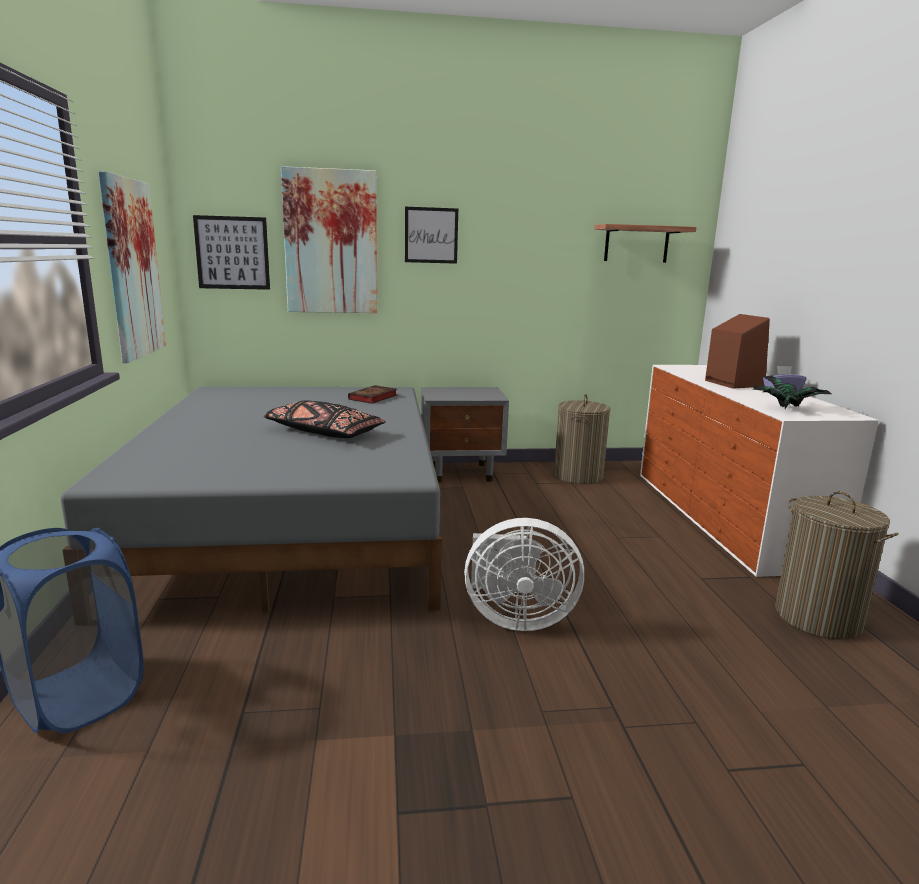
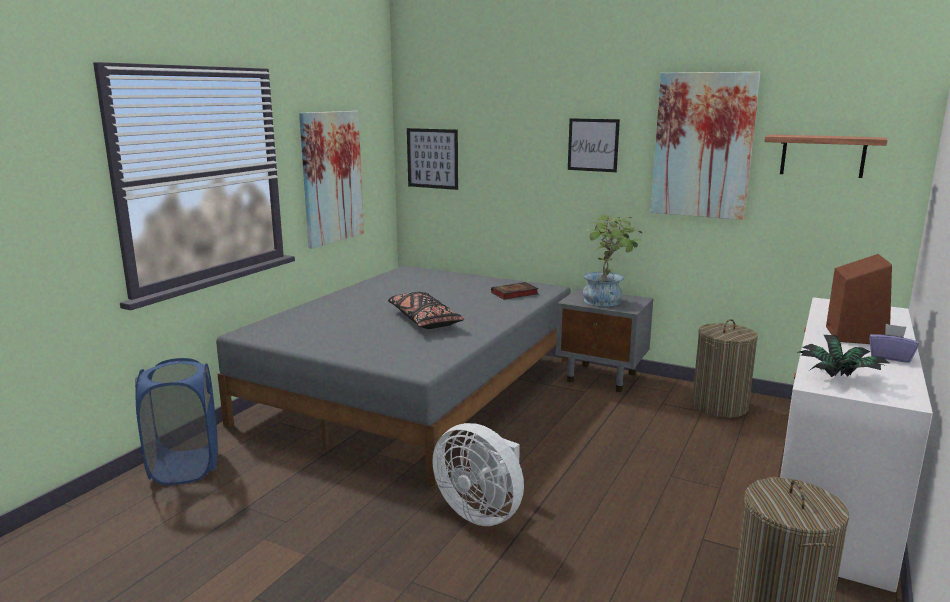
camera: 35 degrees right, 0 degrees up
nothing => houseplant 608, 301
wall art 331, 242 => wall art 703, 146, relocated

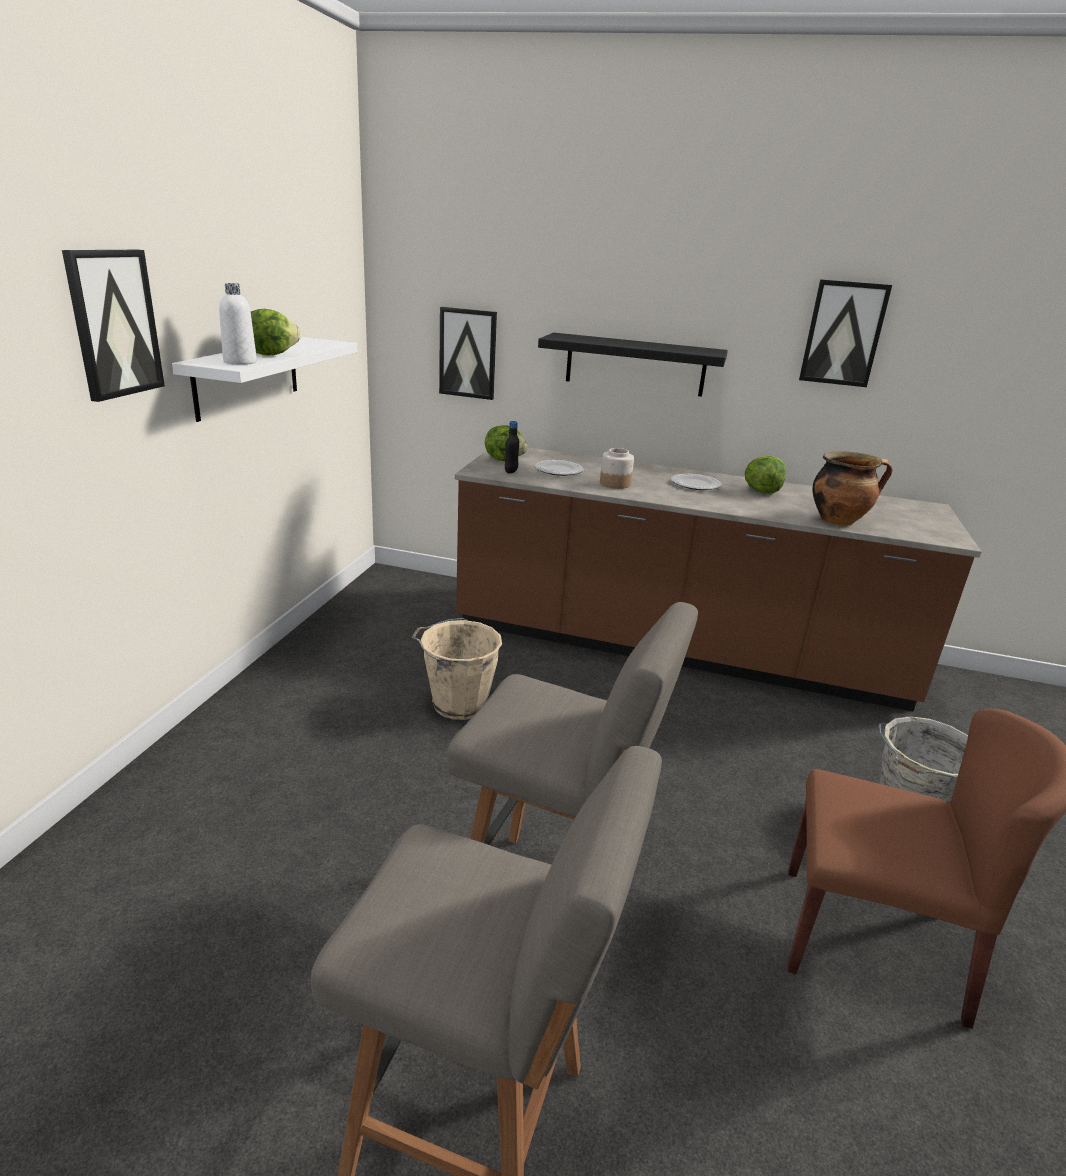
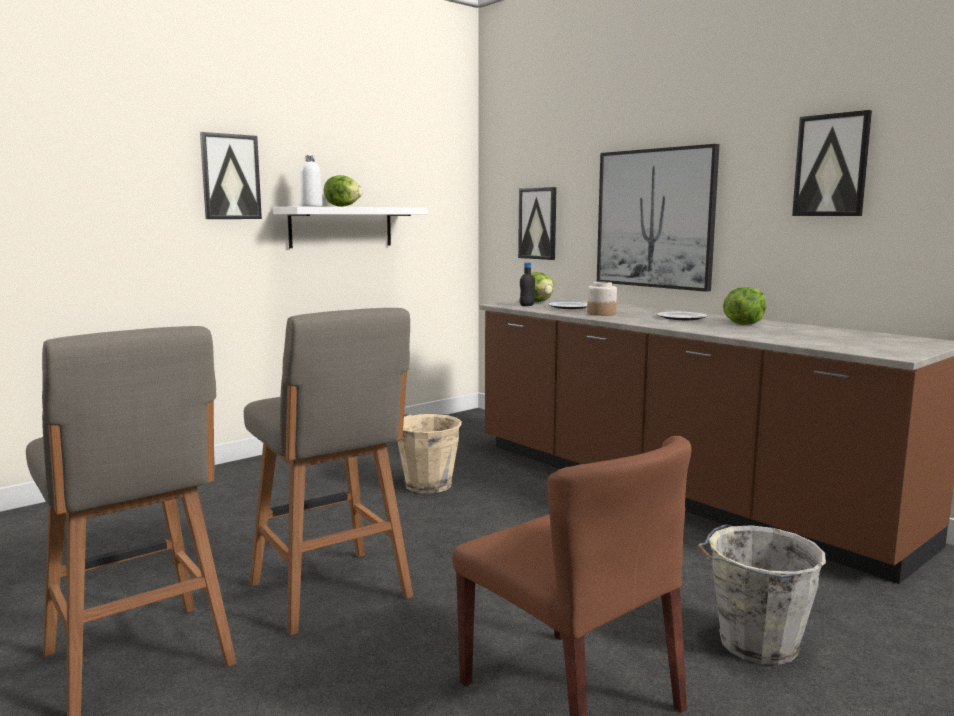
camera: 35 degrees right, 15 degrees down
cooking pot 839, 520 => nothing
blackish shelf 635, 365 => wall art 655, 218

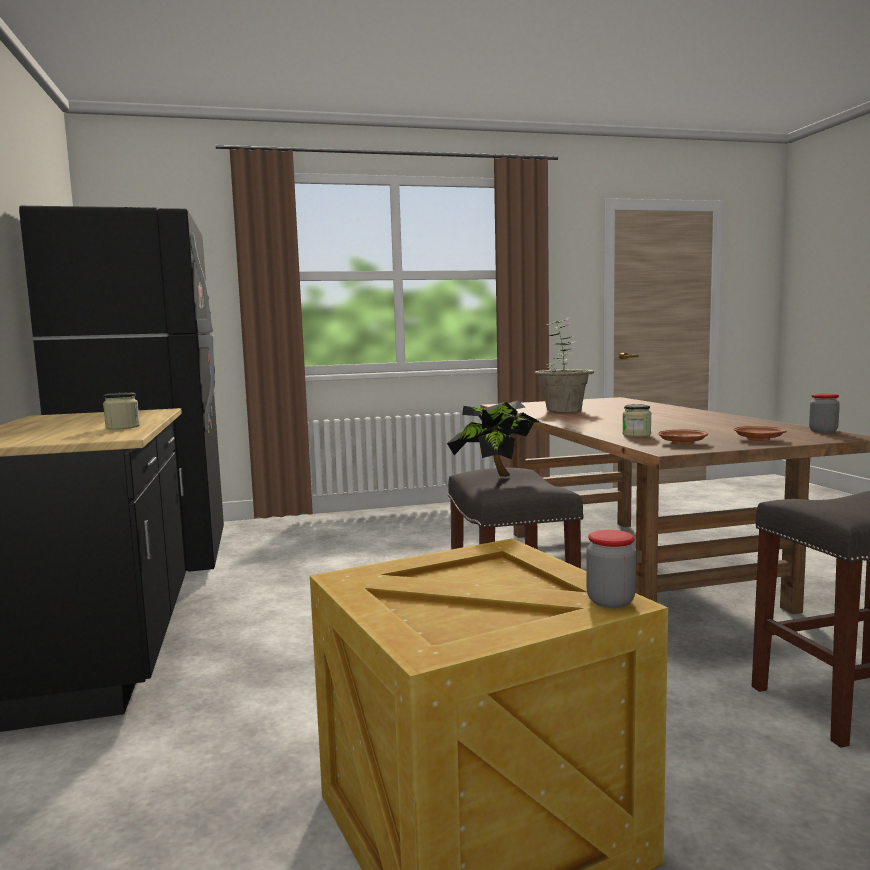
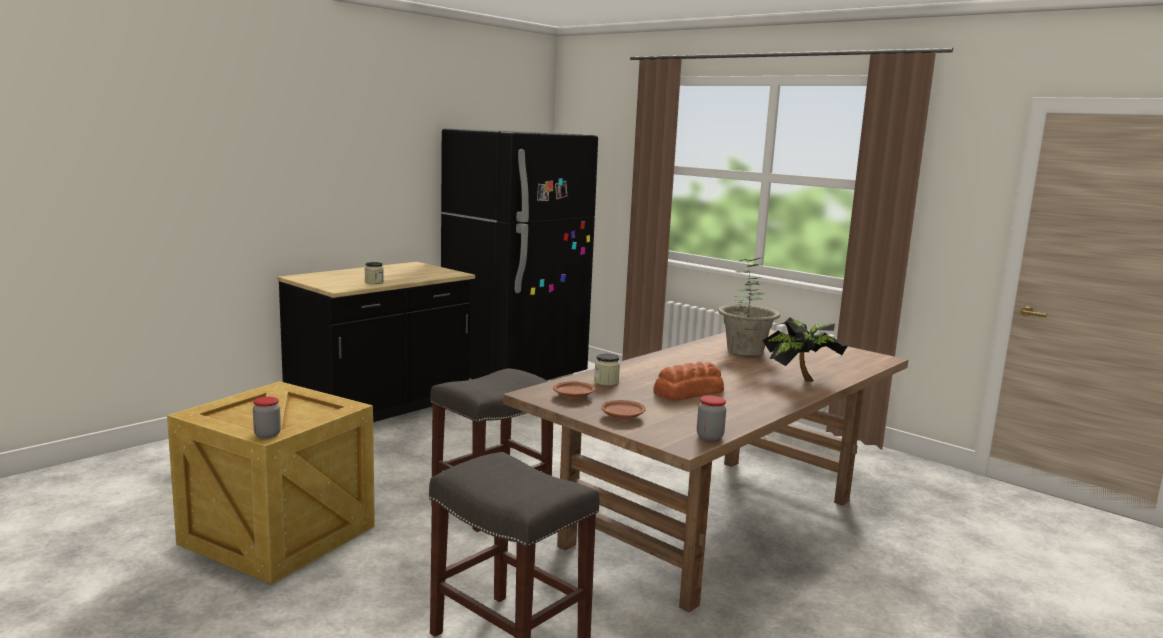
camera: 55 degrees right, 5 degrees up
nothing => bread 687, 392
houseplant 496, 477 => houseplant 798, 379, relocated

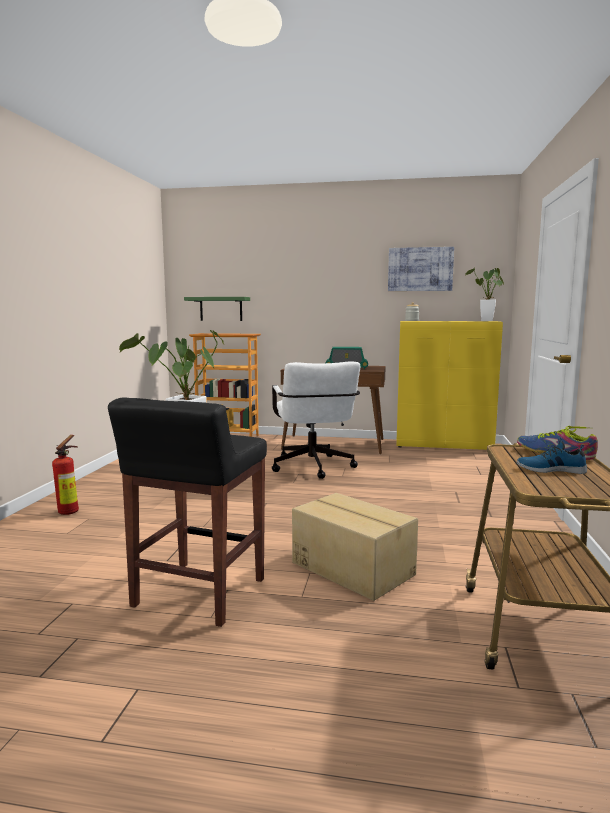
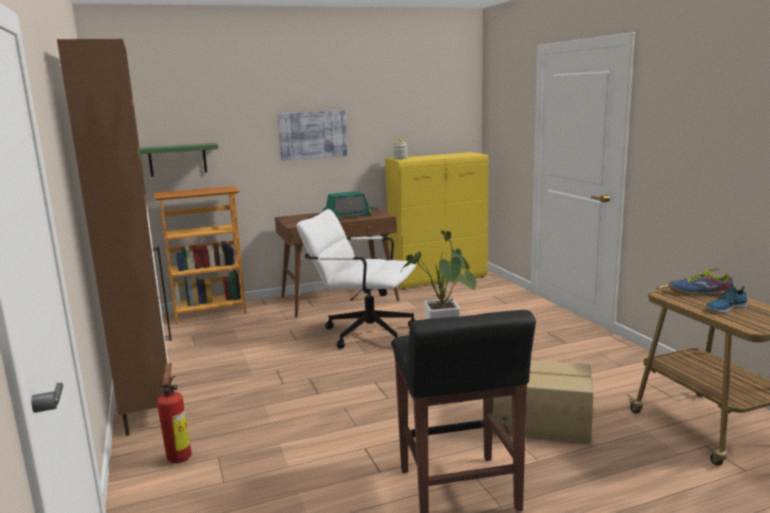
camera: 30 degrees left, 5 degrees up
houseplant 486, 321 => nothing
nothing => brownish cupboard 148, 407
wall art 420, 269 => wall art 312, 135, relocated
white-coloured desk chair 313, 469 => white-coloured desk chair 362, 332, 150 degrees clockwise

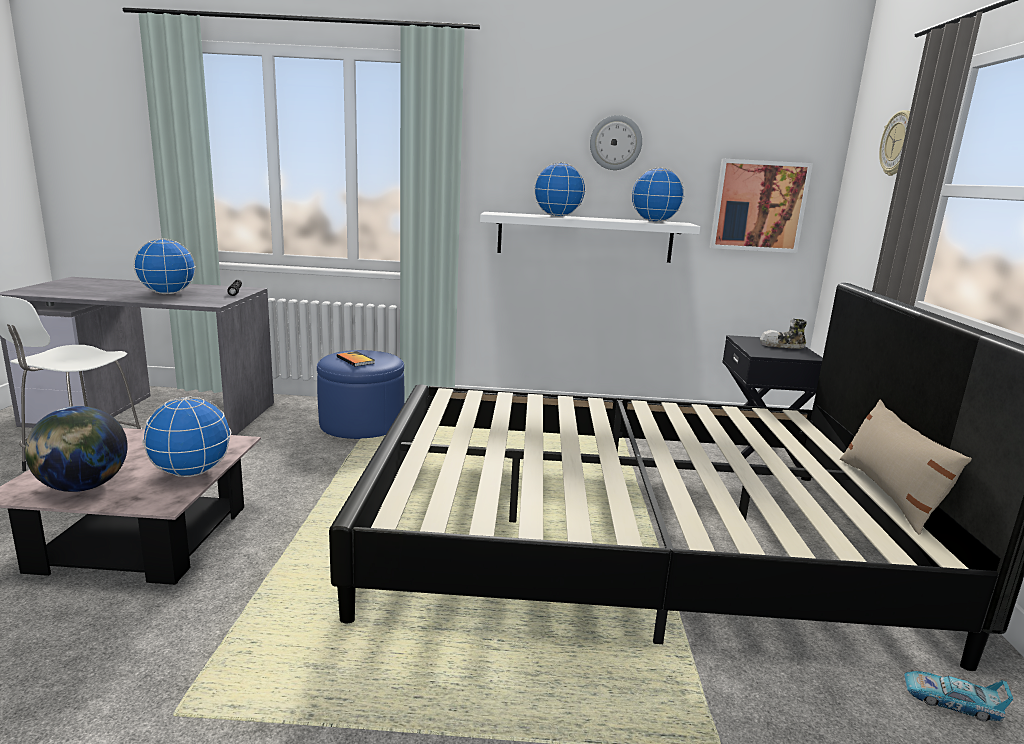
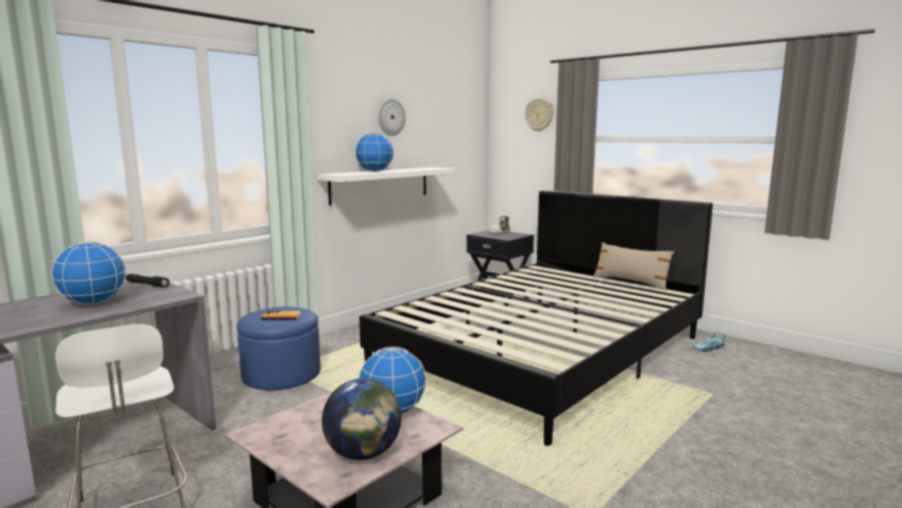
camera: 50 degrees left, 5 degrees down
globe 654, 222 => nothing
wall art 758, 206 => nothing

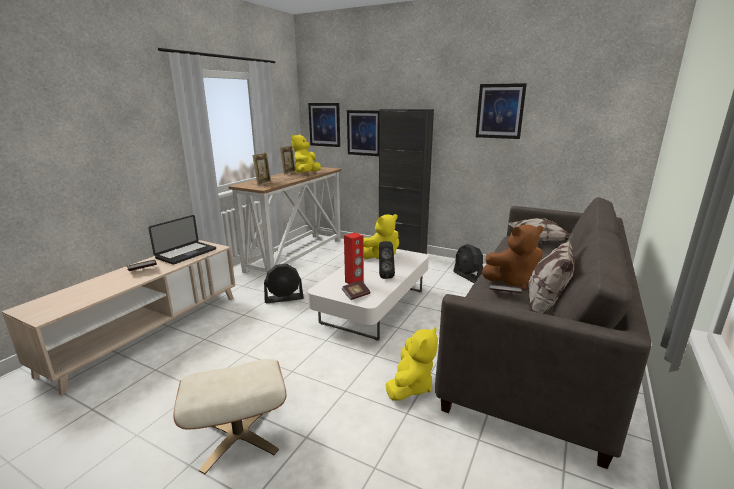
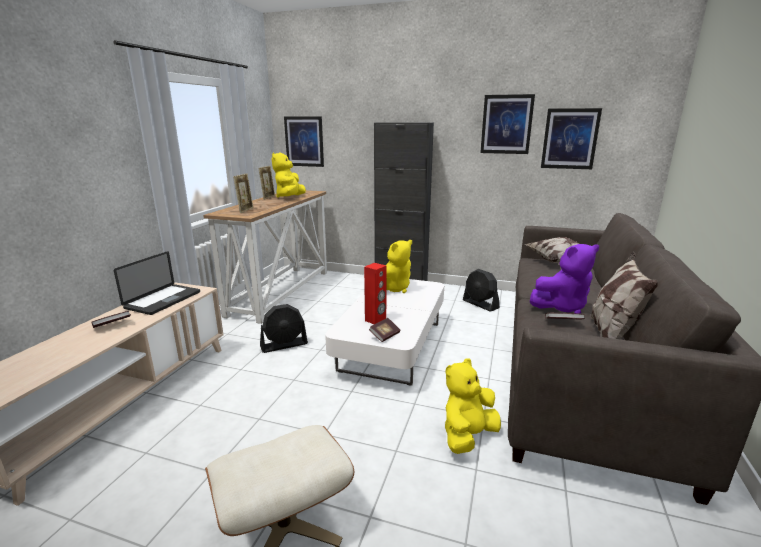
camera: 10 degrees left, 0 degrees up
blackish speaker 385, 275 => nothing
wall art 364, 133 => wall art 570, 139, relocated
brownish soft toy 513, 281 => purple-coloured soft toy 562, 307
yellow soft toy 410, 386 => yellow soft toy 468, 436, 150 degrees counterclockwise

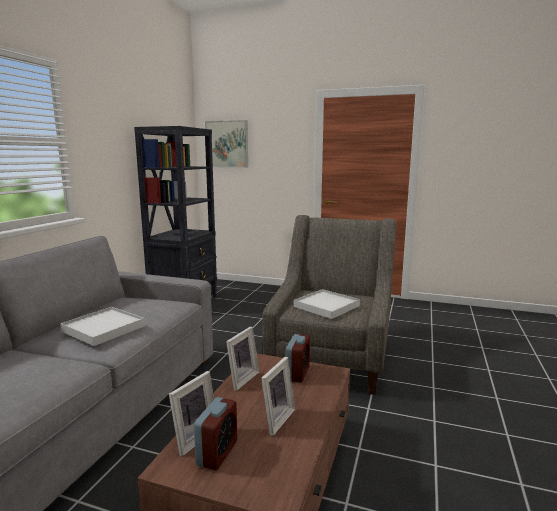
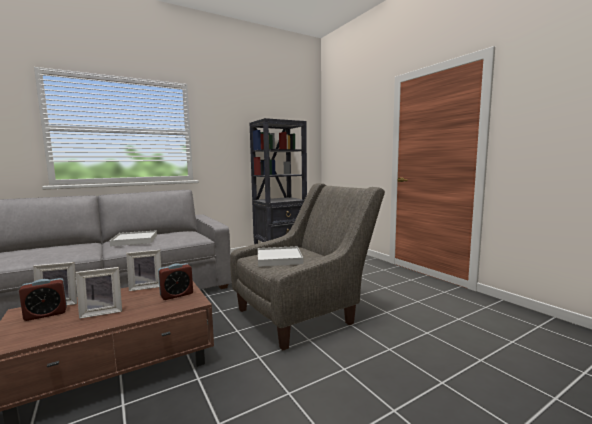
camera: 40 degrees right, 5 degrees down
wall art 227, 144 => nothing

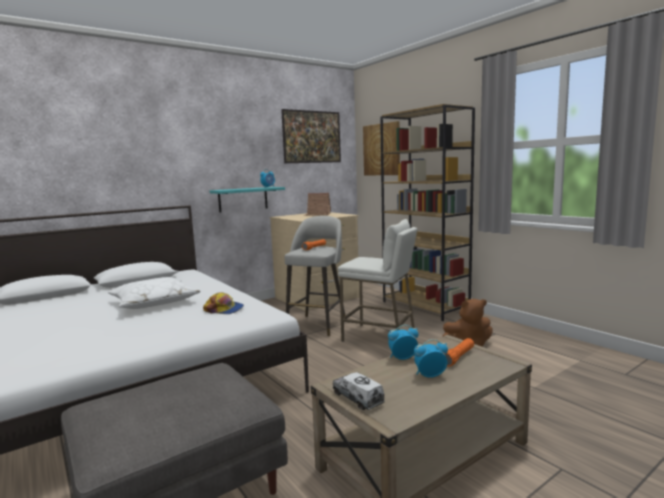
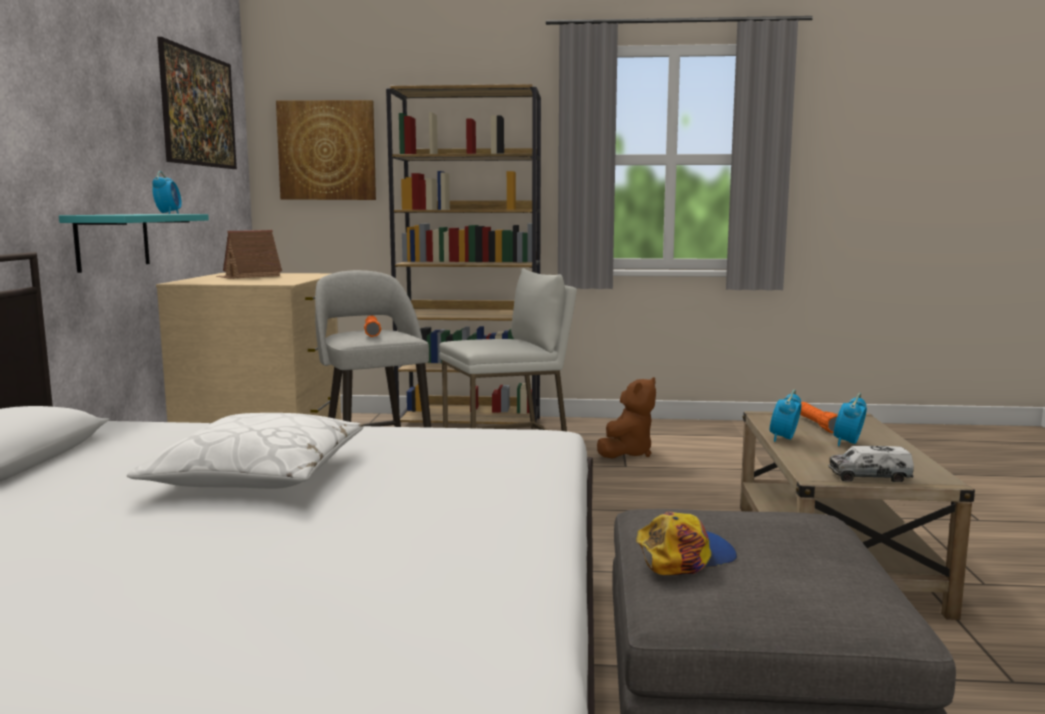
camera: 50 degrees left, 0 degrees up
baseball cap 224, 309 => baseball cap 684, 556, relocated

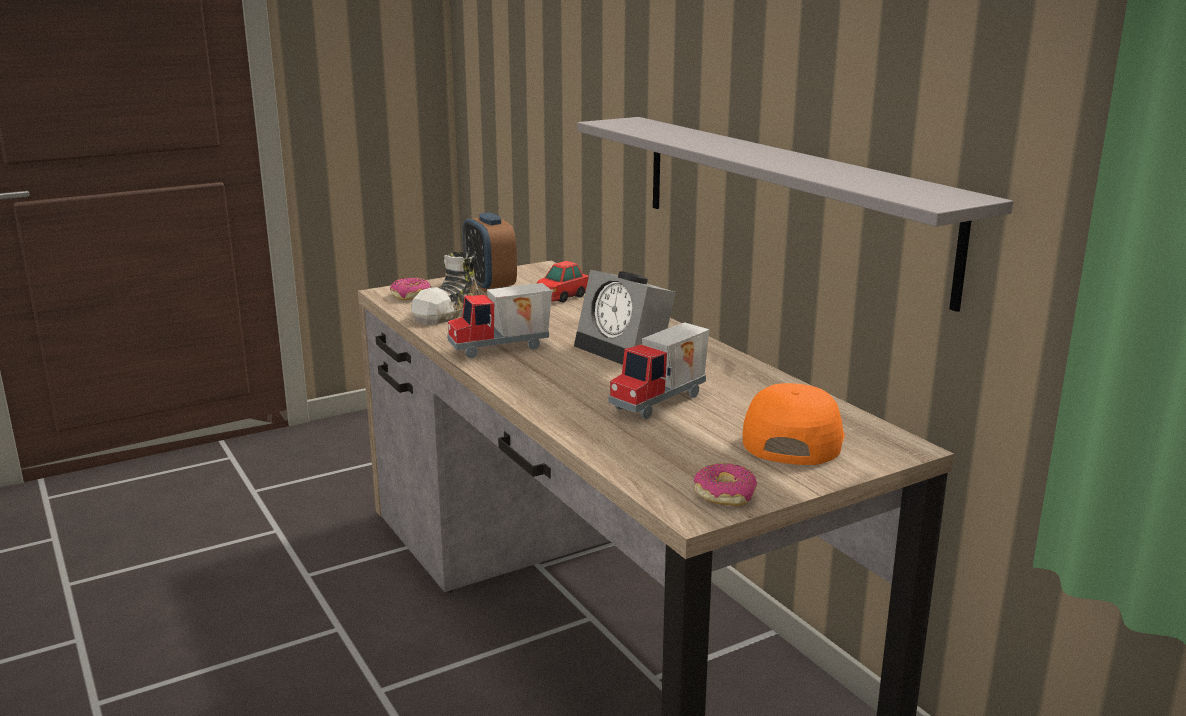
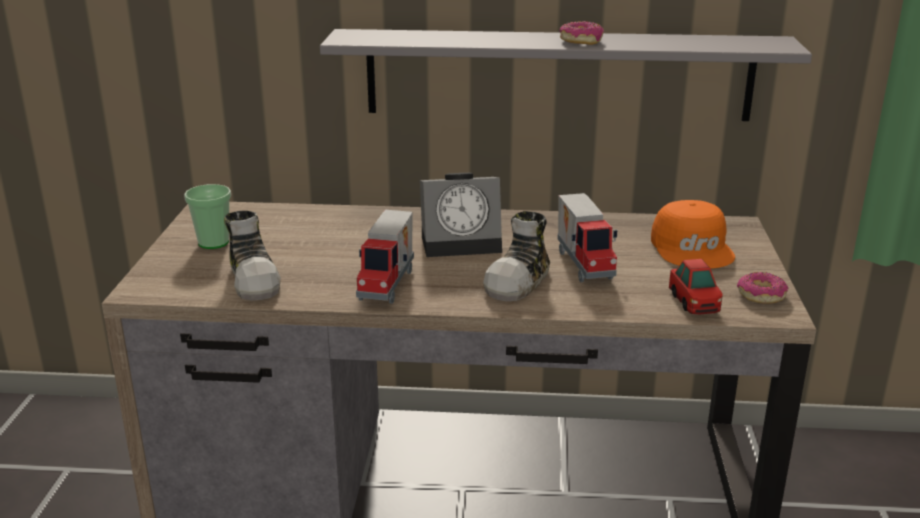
camera: 55 degrees left, 5 degrees up
nothing => low shoe 520, 281
doughnut 411, 295 => doughnut 581, 41, relocated
miniature car 562, 297 => miniature car 694, 303, relocated
table clock 490, 286 => small cup 213, 242
orange baseball cap 791, 438 => orange baseball cap 693, 248, 150 degrees counterclockwise

